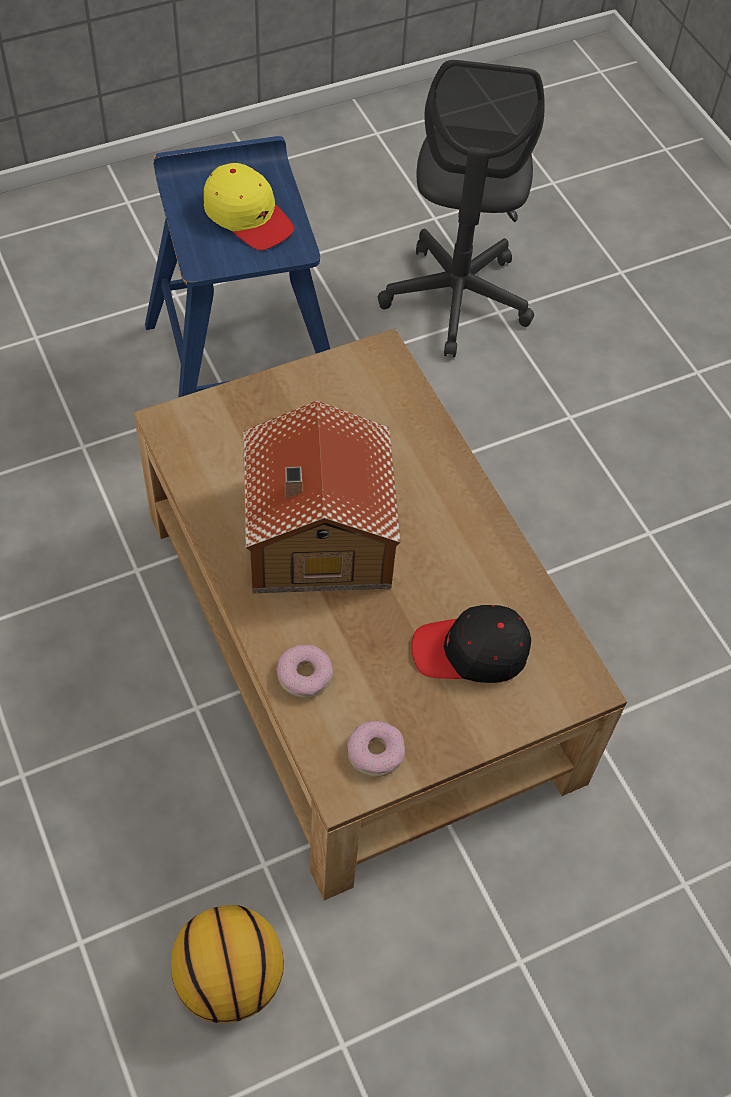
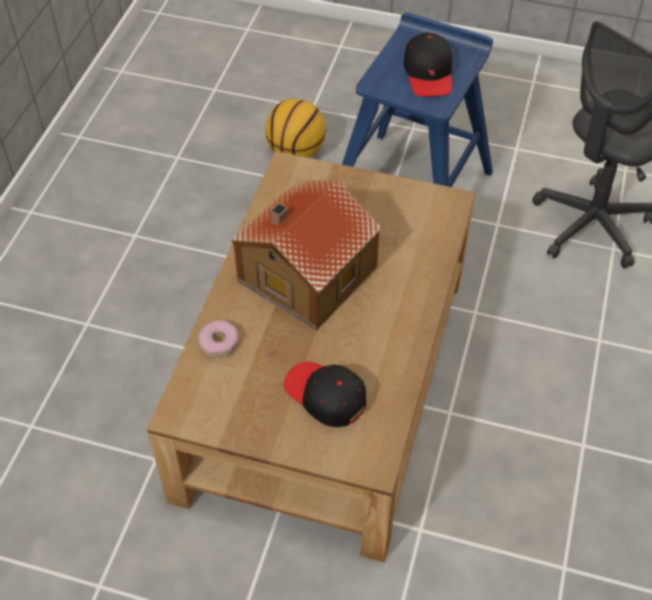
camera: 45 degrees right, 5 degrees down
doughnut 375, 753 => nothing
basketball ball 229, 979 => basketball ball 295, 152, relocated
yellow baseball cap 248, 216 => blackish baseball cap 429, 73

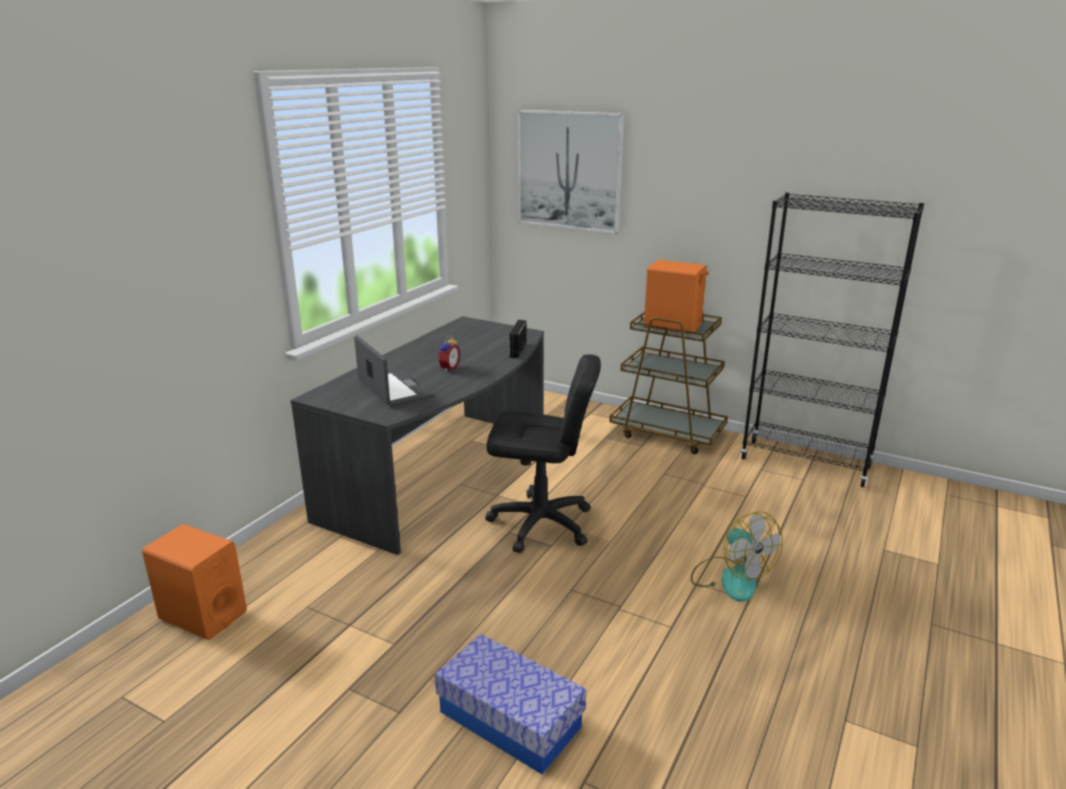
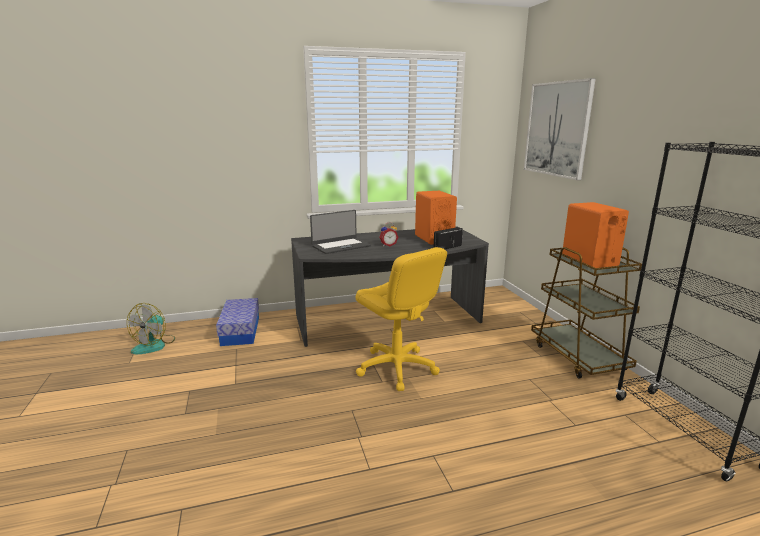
camera: 45 degrees right, 5 degrees down
orange speaker 202, 615 => orange speaker 434, 239, relocated
storage bin 510, 719 => storage bin 240, 331, relocated
electric fan 730, 578 => electric fan 154, 345, relocated
blackish desk chair 541, 524 => yellow desk chair 396, 368
portable computer 394, 389 => portable computer 340, 246, 45 degrees clockwise

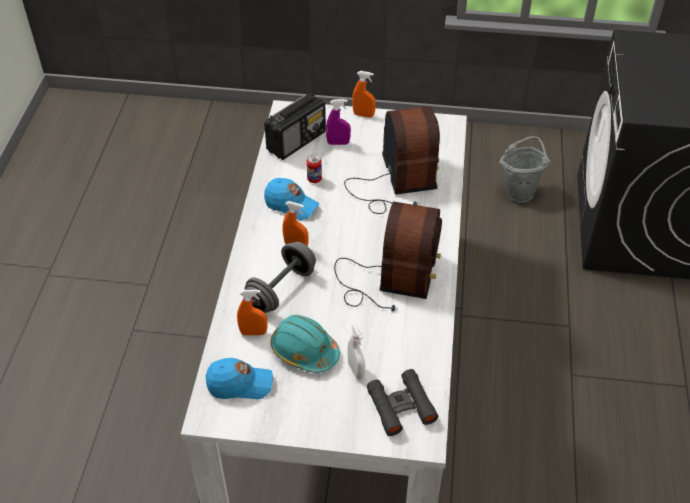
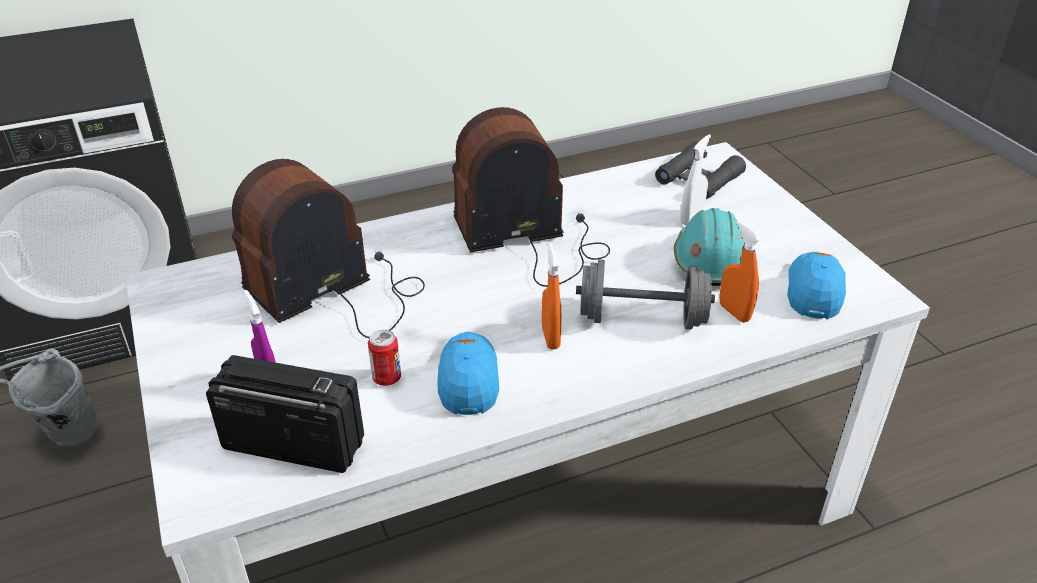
camera: 120 degrees left, 10 degrees down
orange spray bottle 363, 115 => nothing
blue baseball cap 240, 384 => blue baseball cap 814, 290, 45 degrees clockwise

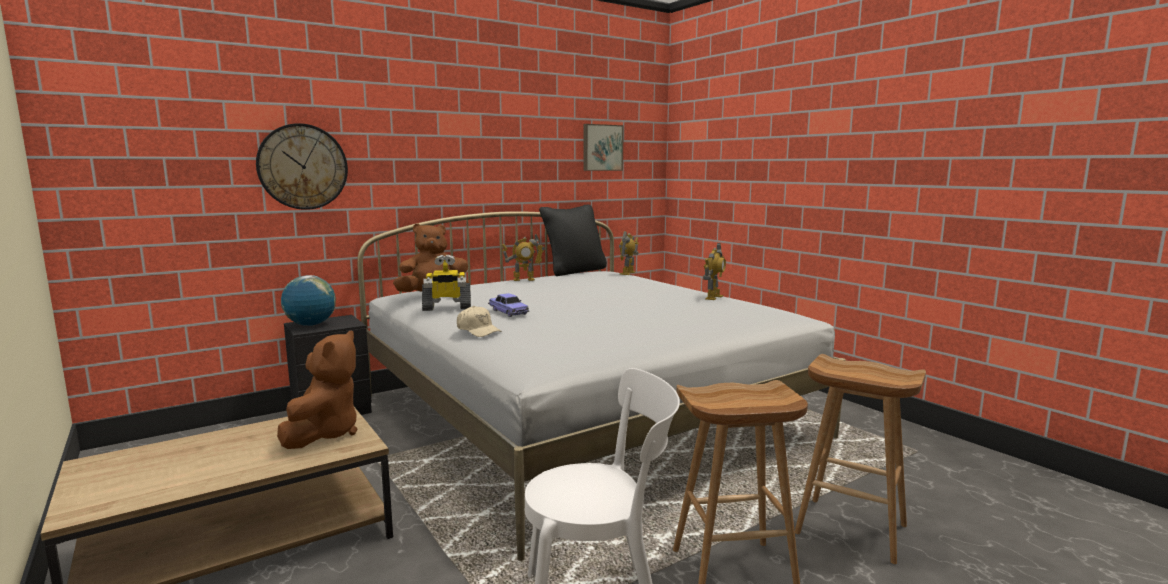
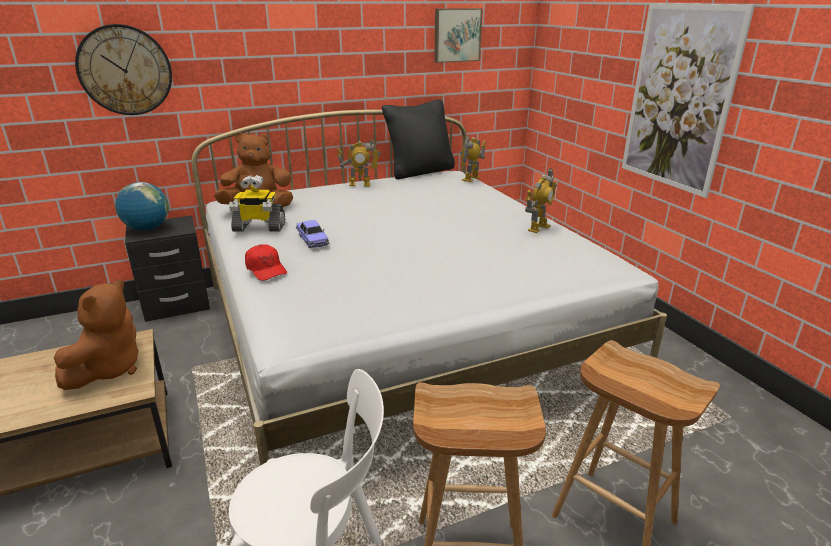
camera: 10 degrees right, 15 degrees up
nothing => wall art 679, 98
beige-coloured baseball cap 478, 331 => red-coloured baseball cap 266, 269

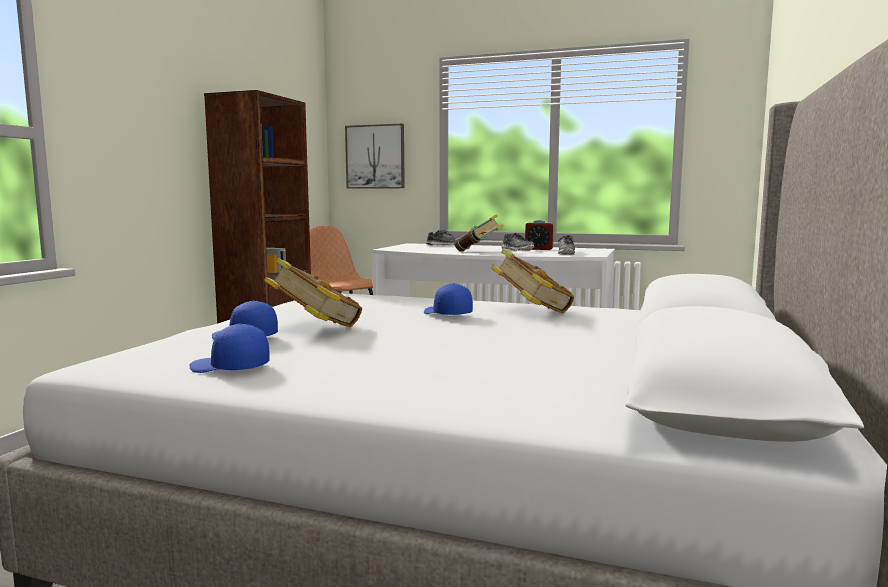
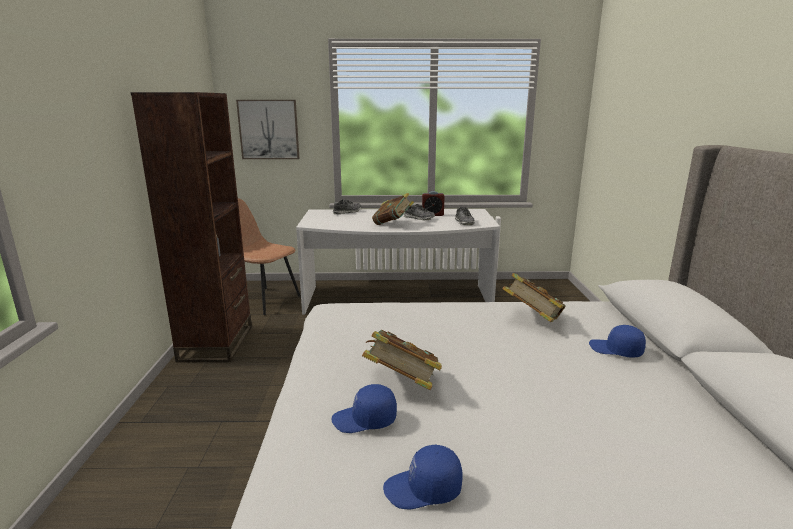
camera: 20 degrees left, 10 degrees up
blue baseball cap 447, 314 => blue baseball cap 615, 350, relocated

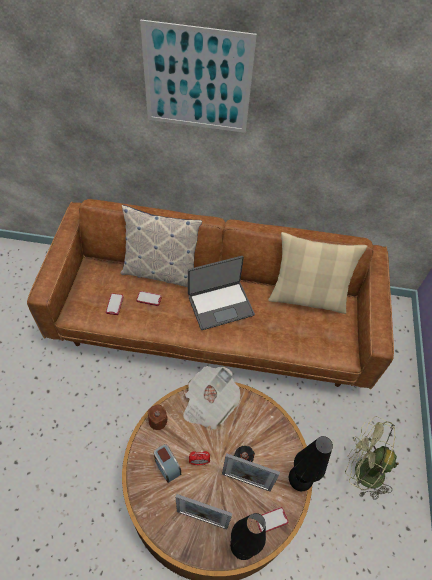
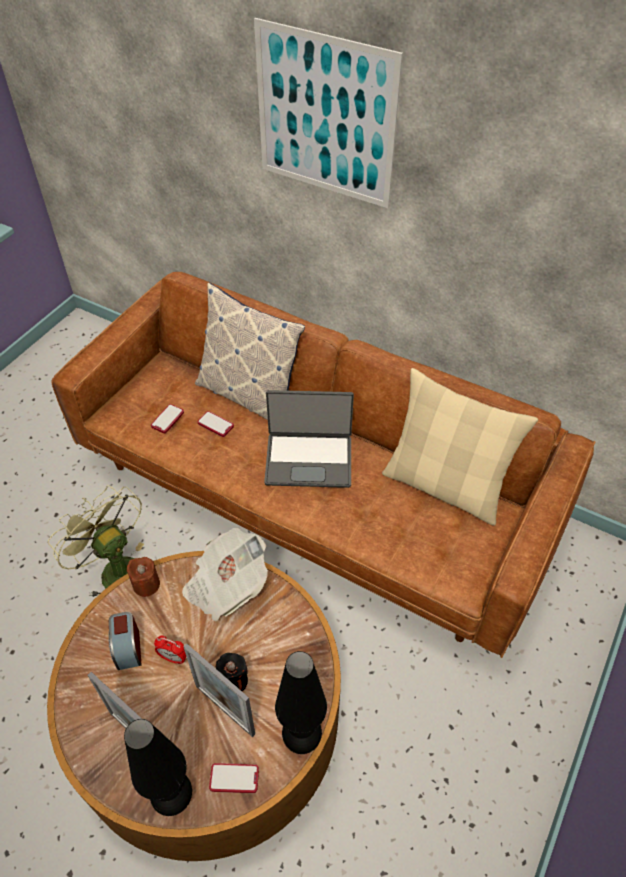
camera: 25 degrees right, 5 degrees down
green electric fan 362, 471 => green electric fan 114, 570, relocated

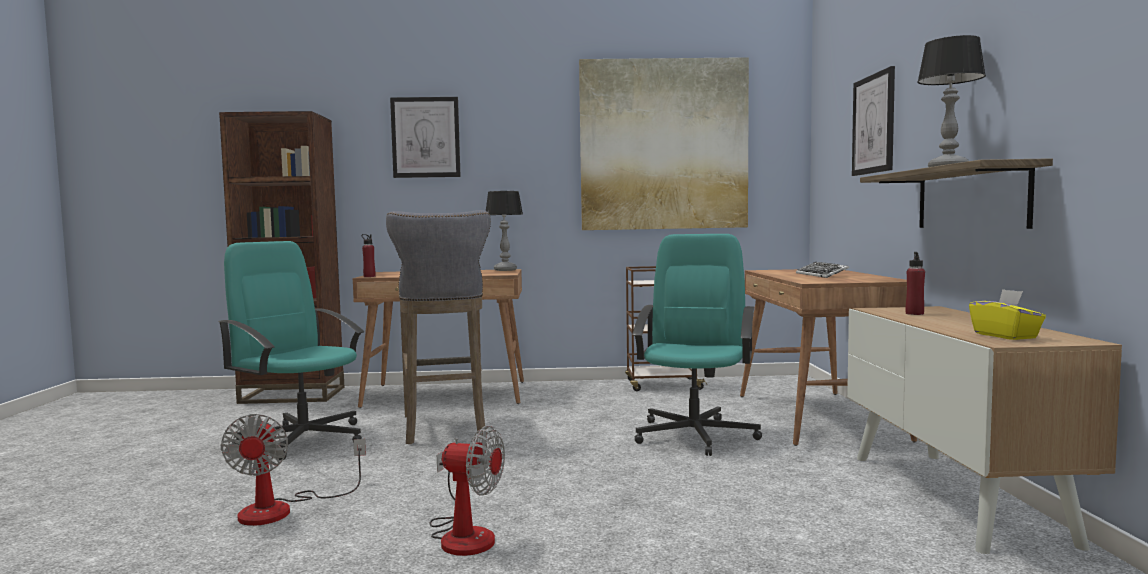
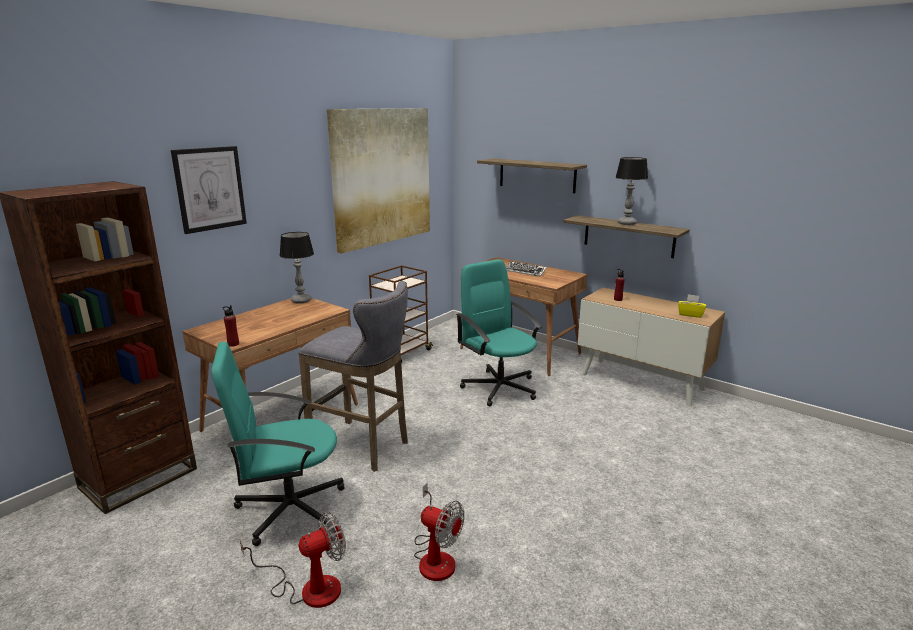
camera: 50 degrees left, 15 degrees up
electric fan 463, 534 => electric fan 308, 588, relocated
wall art 873, 124 => shelf 537, 175

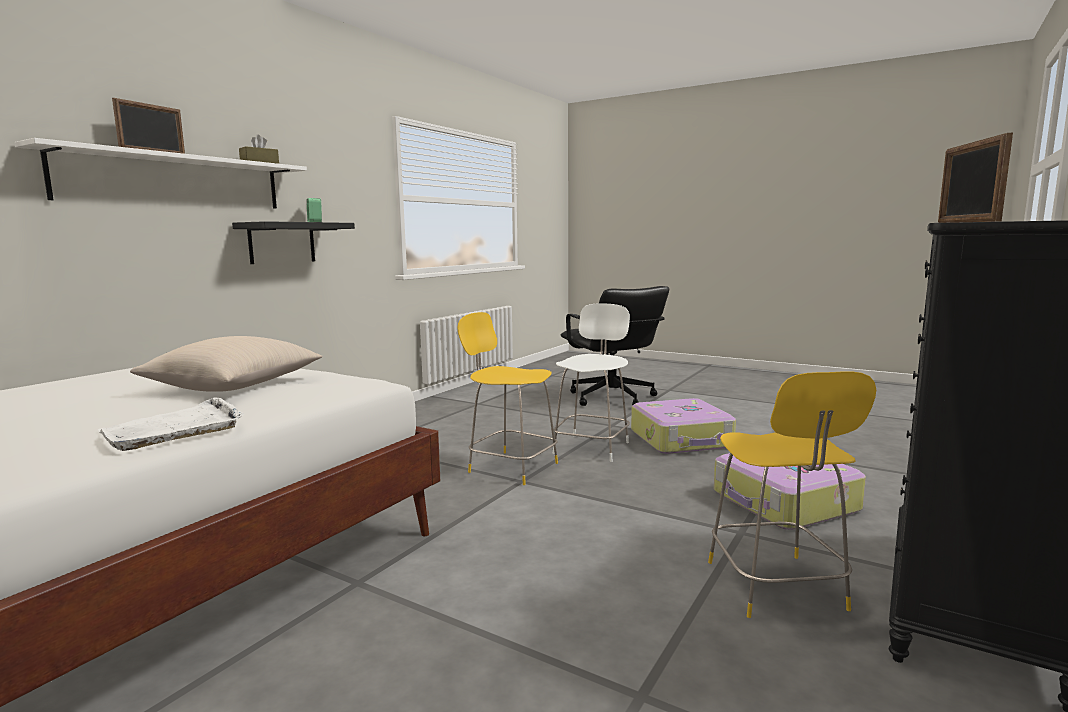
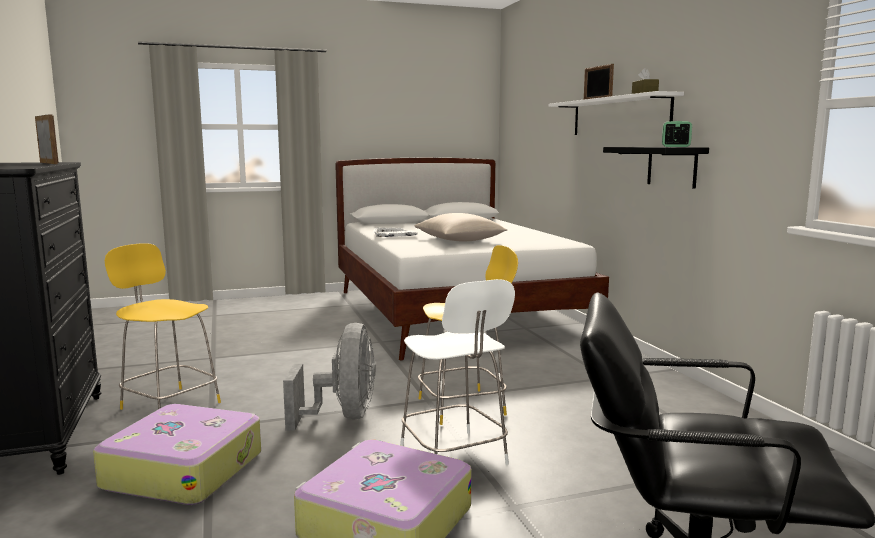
camera: 130 degrees right, 0 degrees up
nothing => greyish electric fan 343, 416

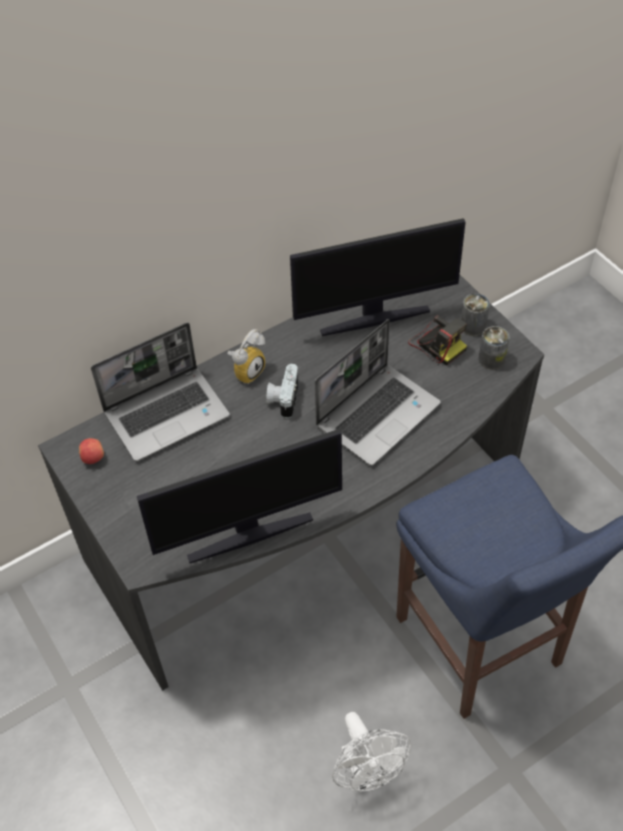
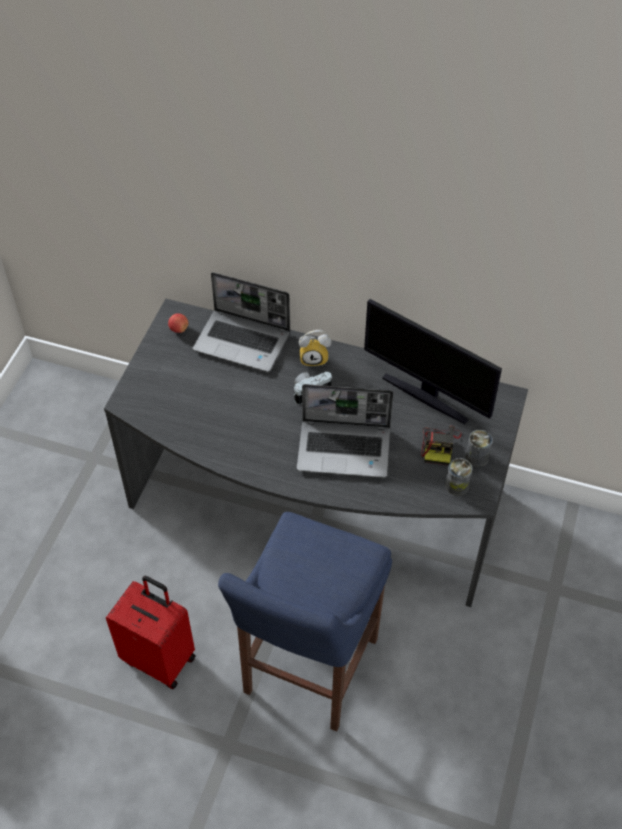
camera: 50 degrees right, 0 degrees up
monitor 249, 534 => nothing
white-coloured electric fan 367, 773 => red-coloured suitcase 160, 658

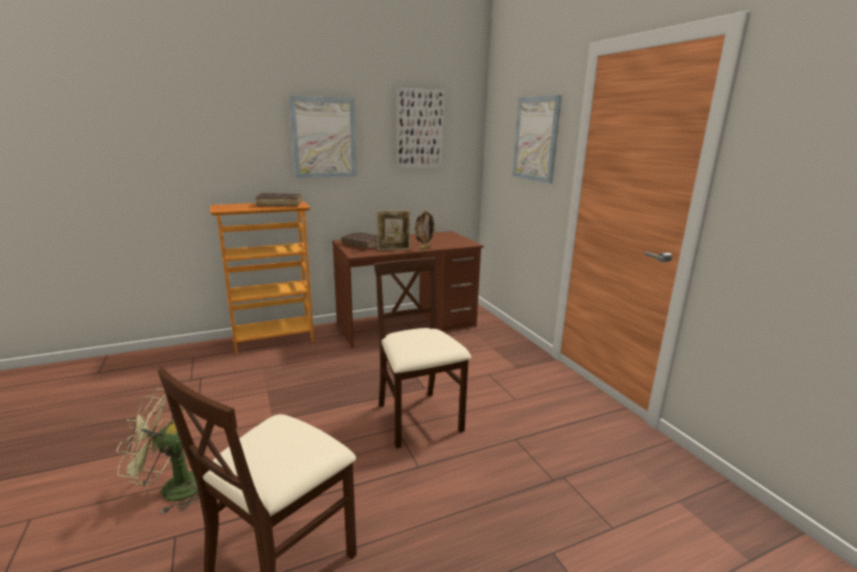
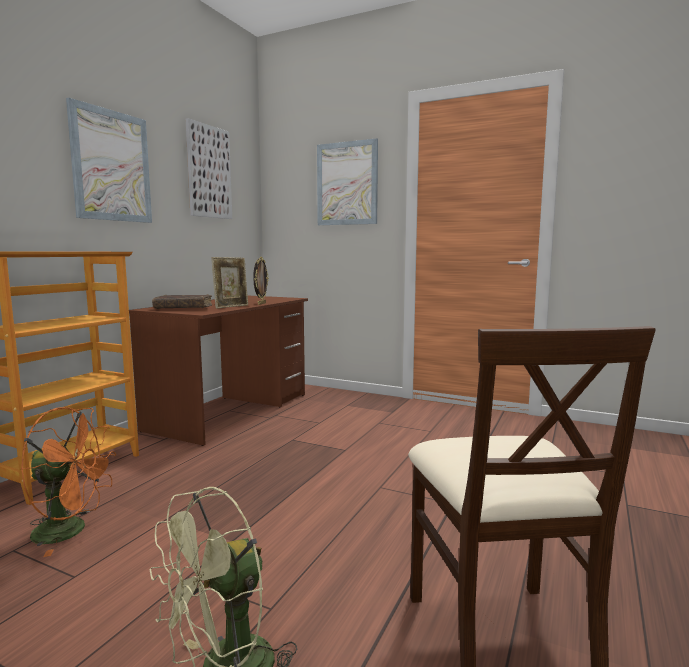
camera: 40 degrees left, 10 degrees down
brownish book 279, 204 => nothing
beige-coloured plain chair 418, 419 => nothing
nothing => orange electric fan 71, 531

